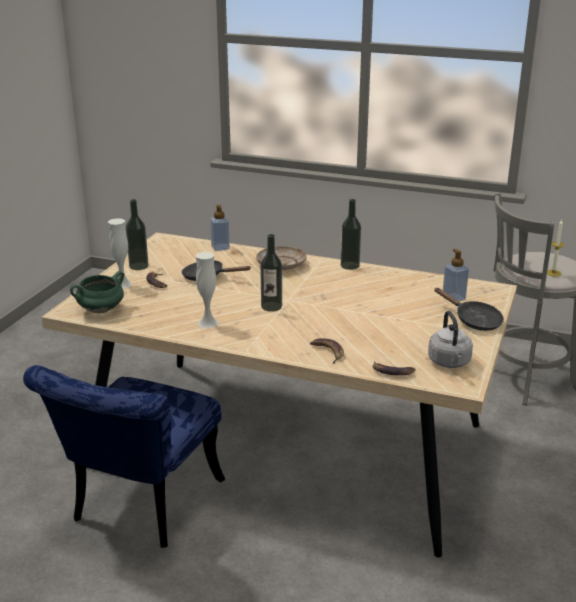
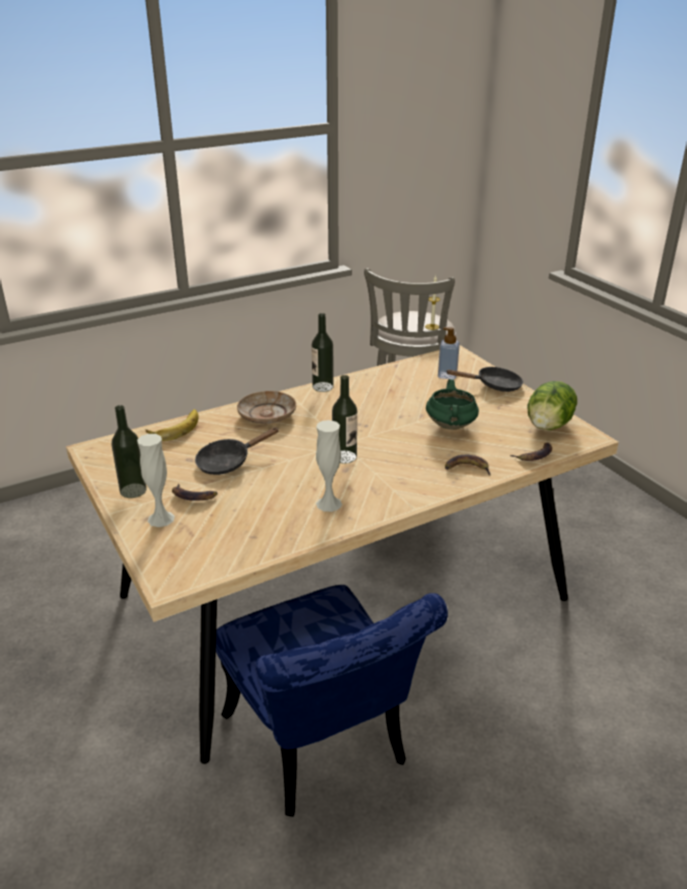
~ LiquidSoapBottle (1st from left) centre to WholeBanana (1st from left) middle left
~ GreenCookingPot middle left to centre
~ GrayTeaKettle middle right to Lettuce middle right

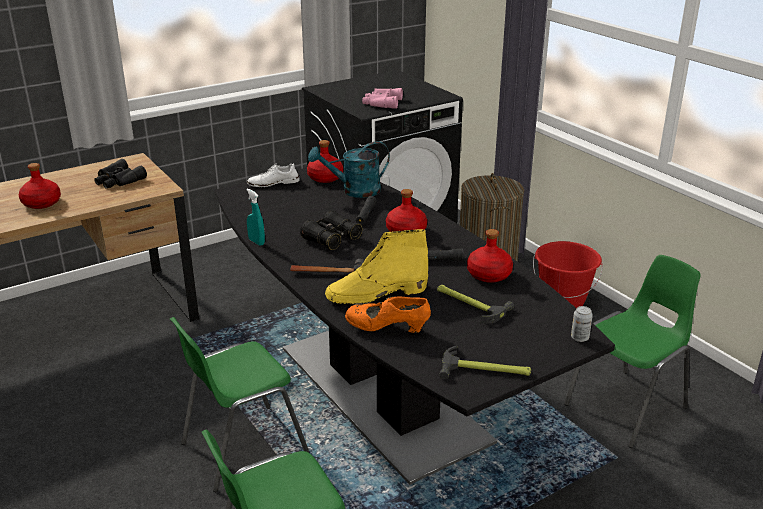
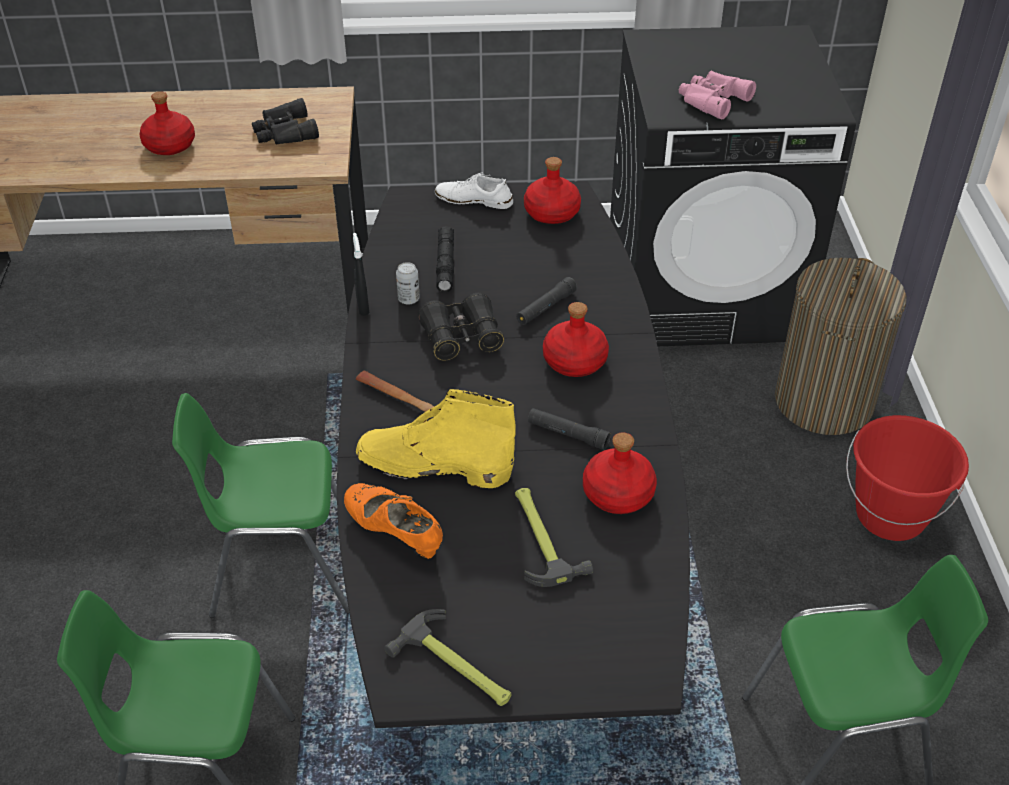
~ TurquoiseSprayBottle centre to BlackSprayBottle centre
~ SealedCan middle right to centre
+ BlackTorch (1st from left) top centre
- TurquoiseWateringCan top centre

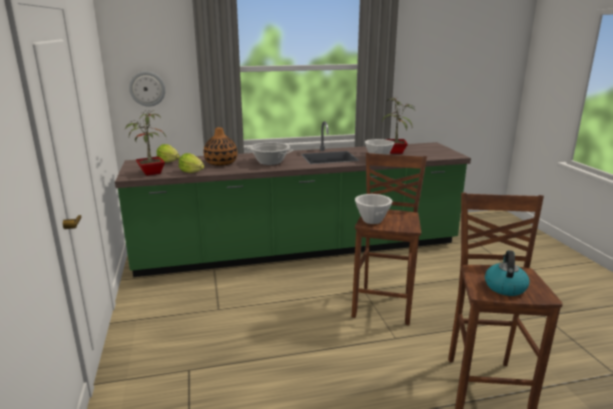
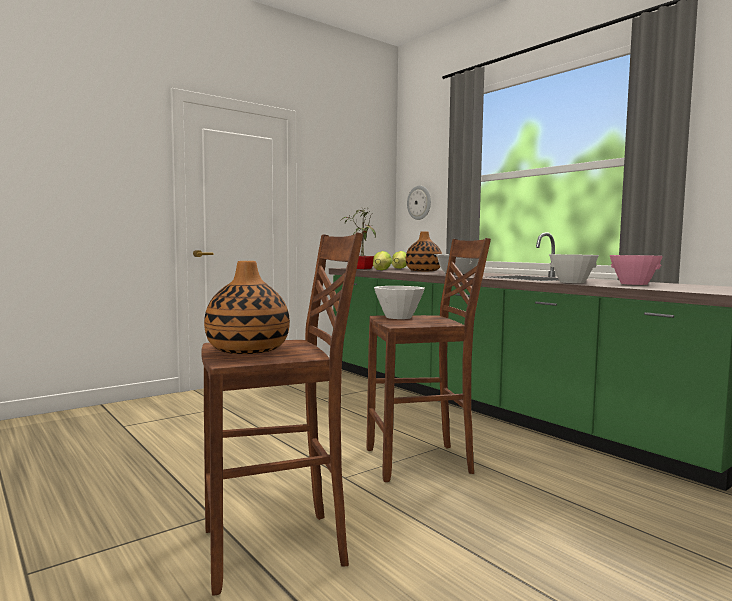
~ TeaKettle bottom right to Vase (1st from left) centre
~ PlantInAPot (2nd from left) top centre to PinkColouredDeepDish middle right

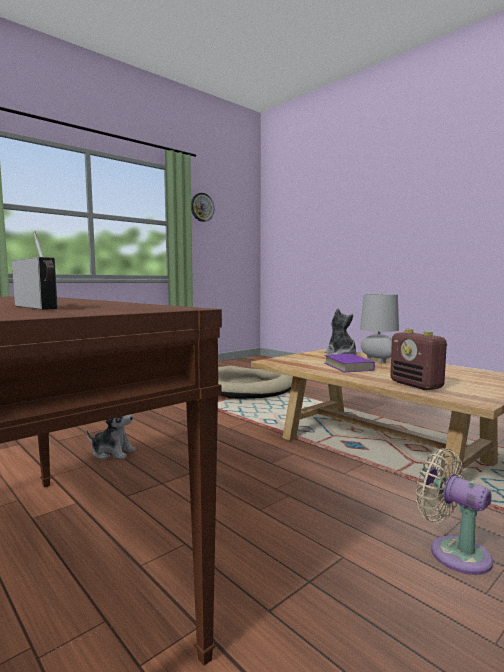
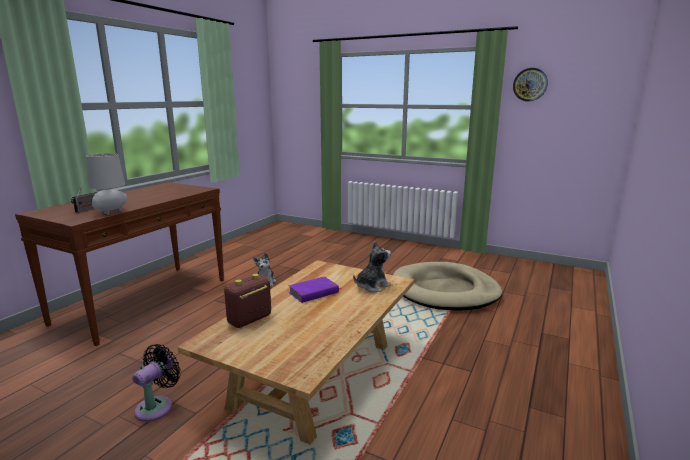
~ GrayTabletopLamp middle right to middle left
~ BeigeColouredElectricFan bottom right to BlackElectricFan bottom left

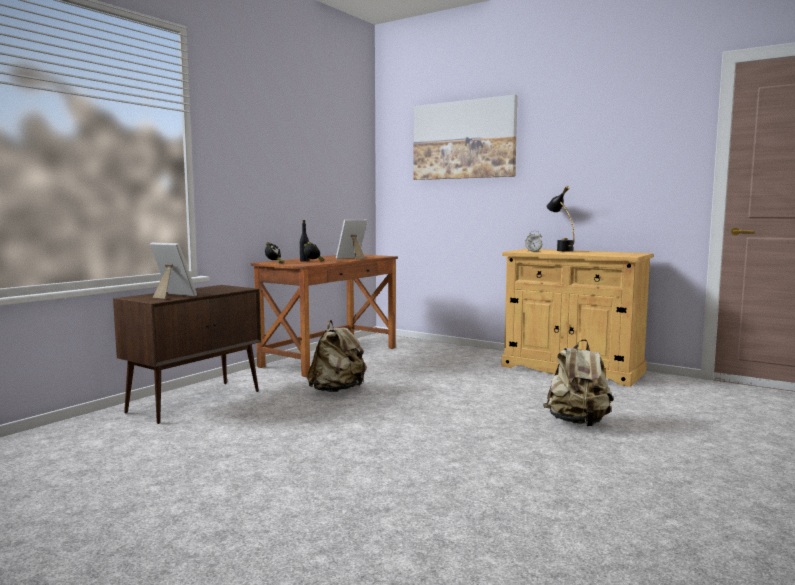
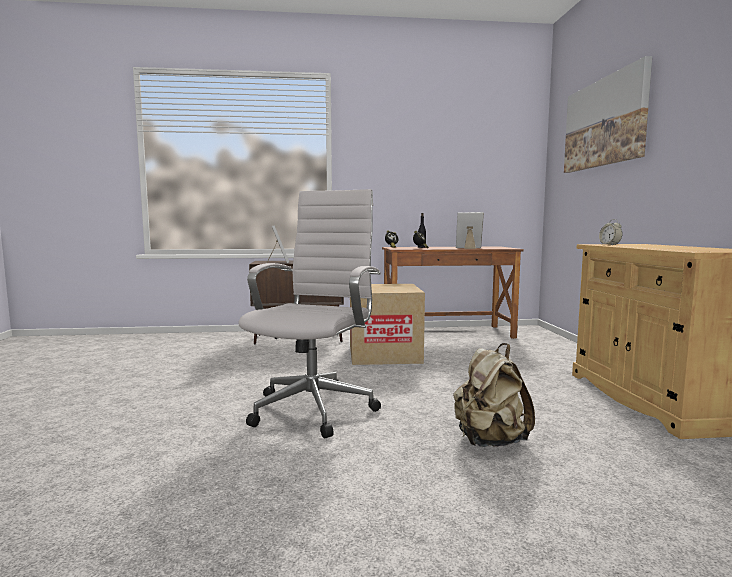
+ WhiteOfficeChair centre
~ BeigeColouredKnapsack (1st from left) centre to Carton centre
- BlackTabletopLamp middle right

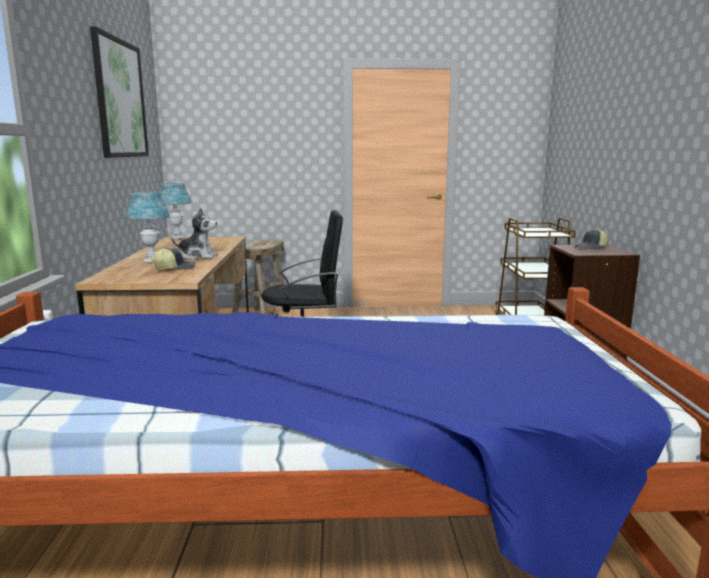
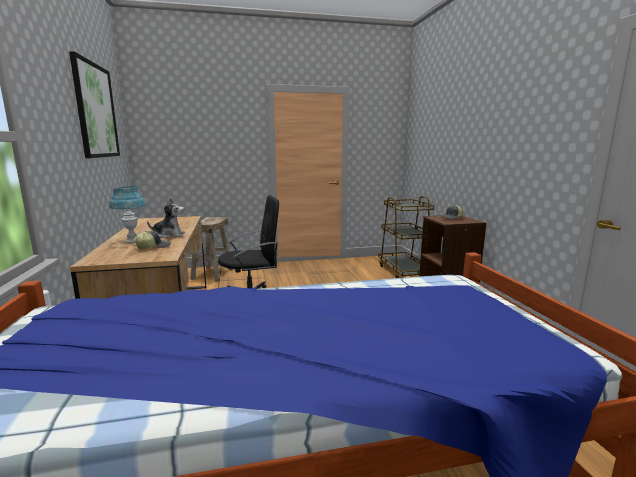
- BluishTabletopLamp (2nd from left) middle left

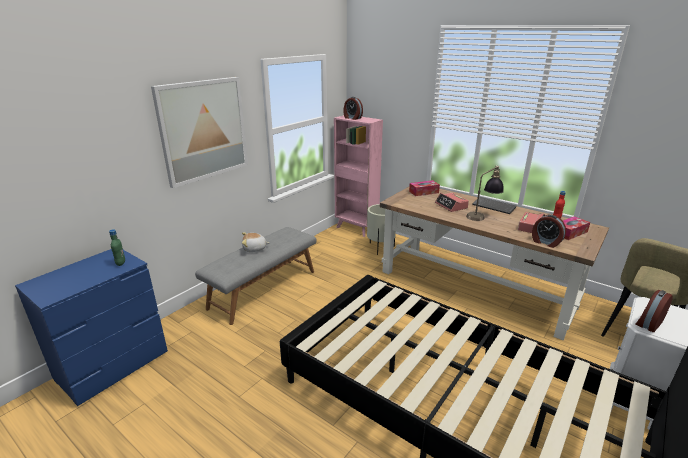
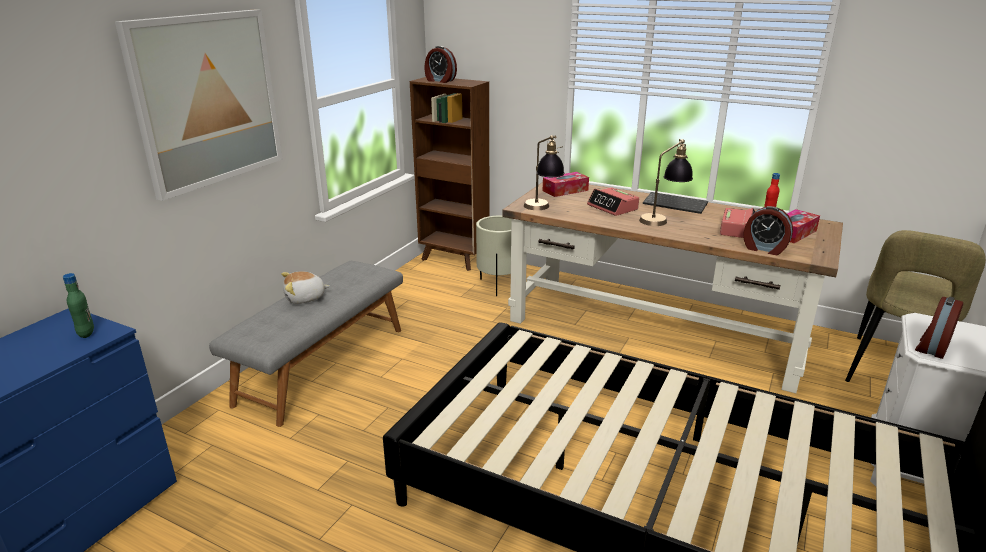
~ PinkColouredShelvingUnit centre to BrownShelvingUnit top centre
+ TabletopLamp (1st from left) top centre

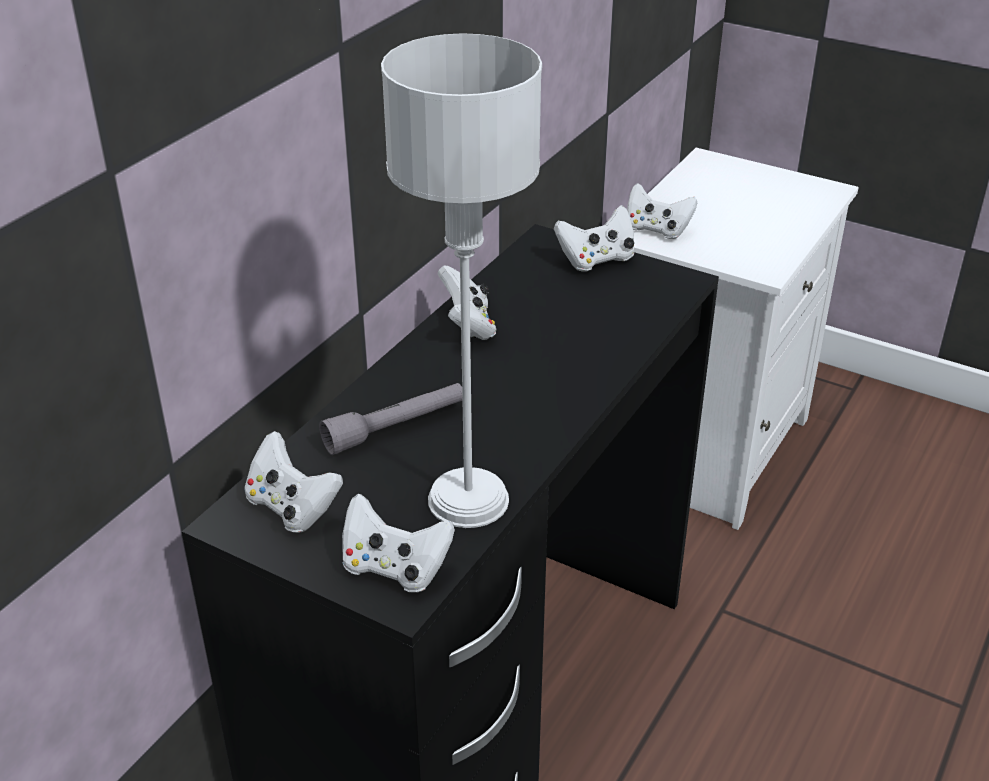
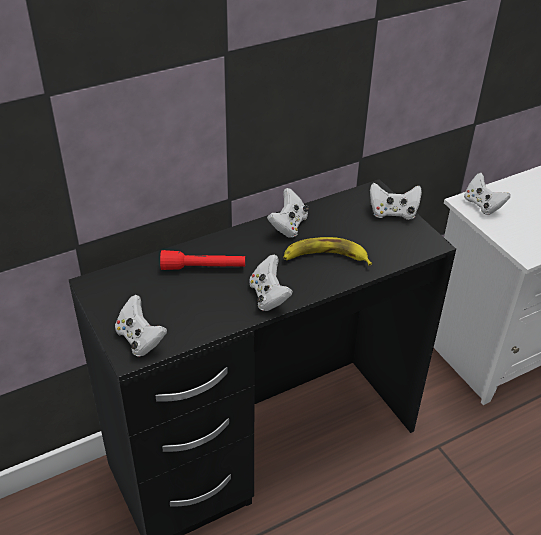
~ GrayTorch centre to RedTorch centre
~ WhiteGamepad (1st from left in the first image) middle left to WhiteGamepad (2nd from left) centre
+ WholeBanana centre
- GrayTabletopLamp centre

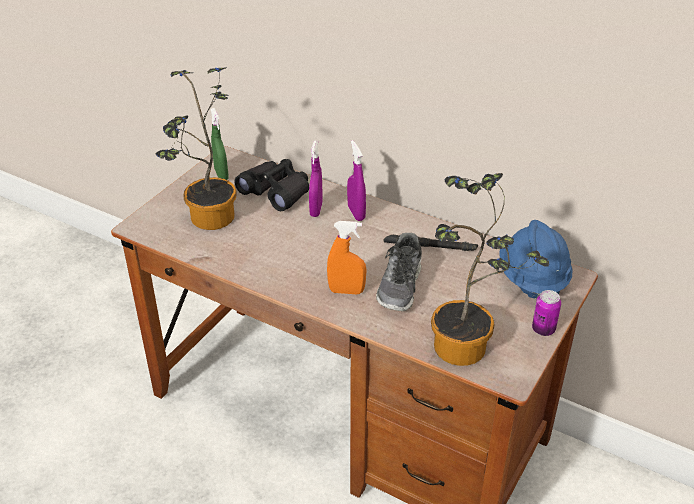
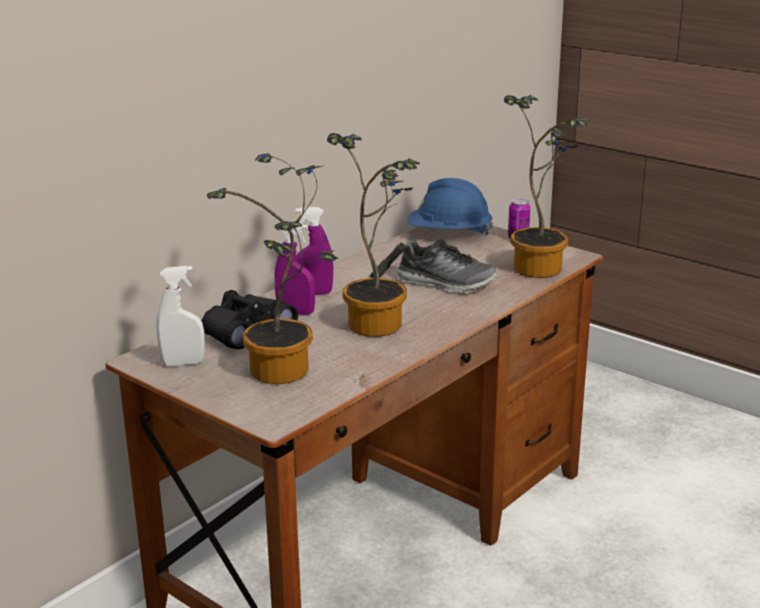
~ GreenSprayBottle top left to WhiteSprayBottle middle left
+ PlantInAPot (2nd from left) centre
- OrangeSprayBottle centre

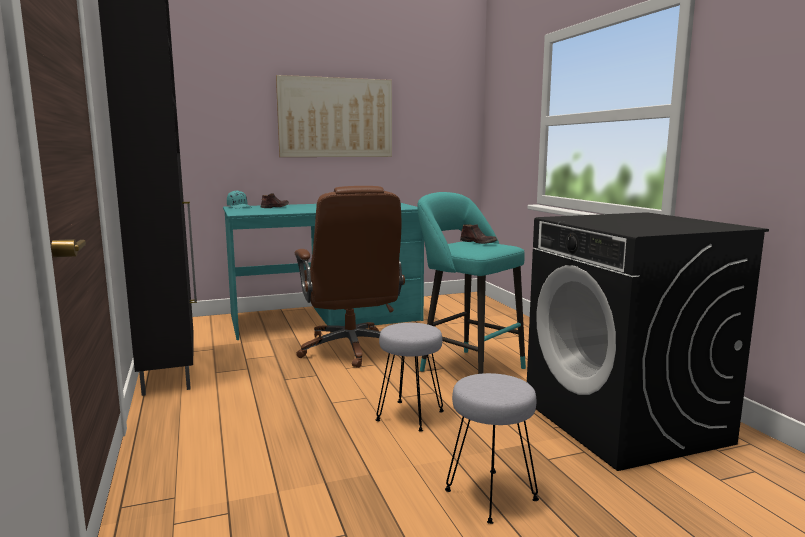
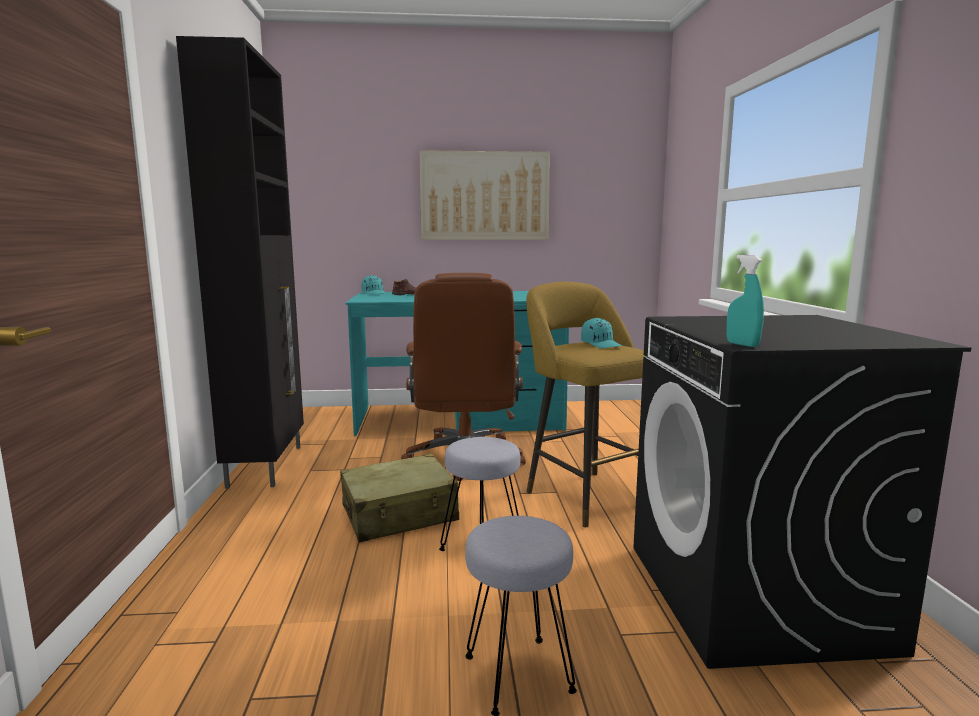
+ BeigeColouredPieceOfLuggage bottom centre
~ TurquoiseStool centre to YellowColouredStool centre
~ BrownLowShoe (2nd from left) centre to TurquoiseCap (2nd from left) centre
+ TurquoiseSprayBottle middle right

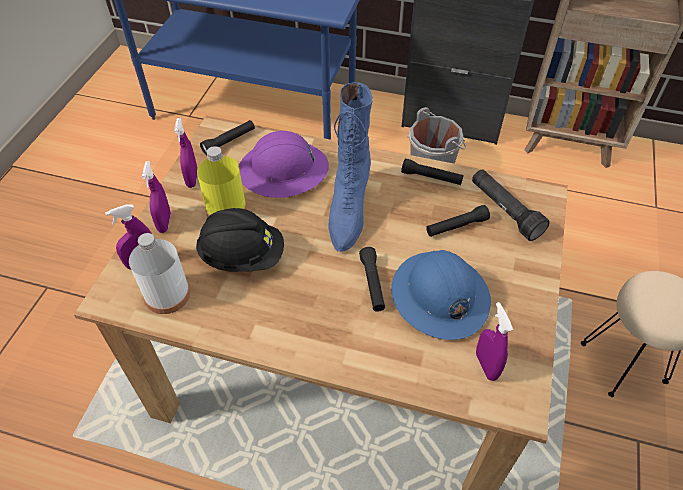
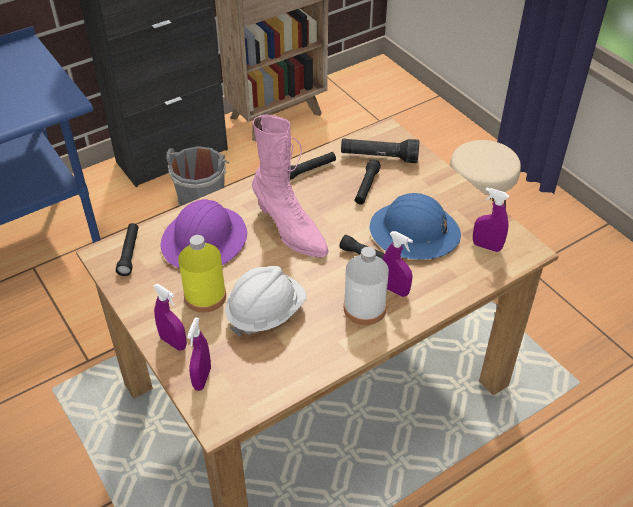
~ BlackHardHat centre to WhiteHardHat centre
~ BluishHighTopBoot centre to PinkColouredHighTopBoot centre
~ WhiteDrinkBottle middle left to centre
~ PurplishSprayBottle (3rd from left) top left to centre

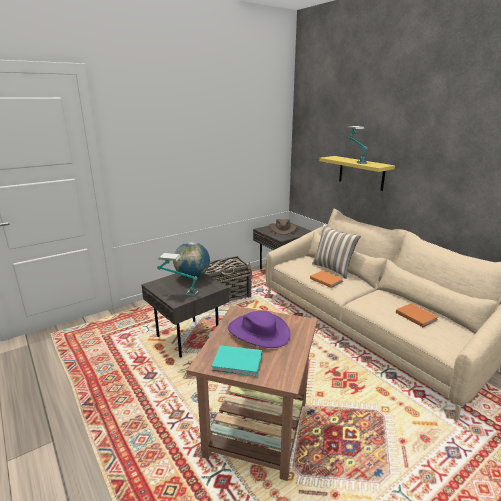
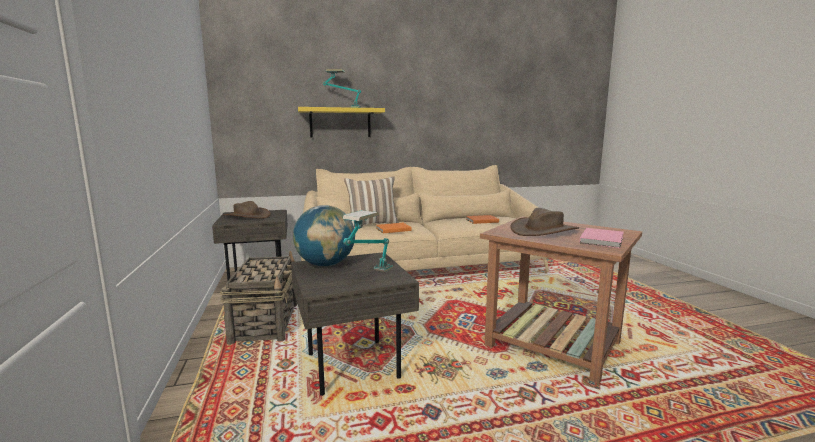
~ PurplishClothingHat centre to BrownClothingHat (2nd from left) middle right
~ TurquoiseBoundBook bottom centre to PinkColouredBoundBook middle right

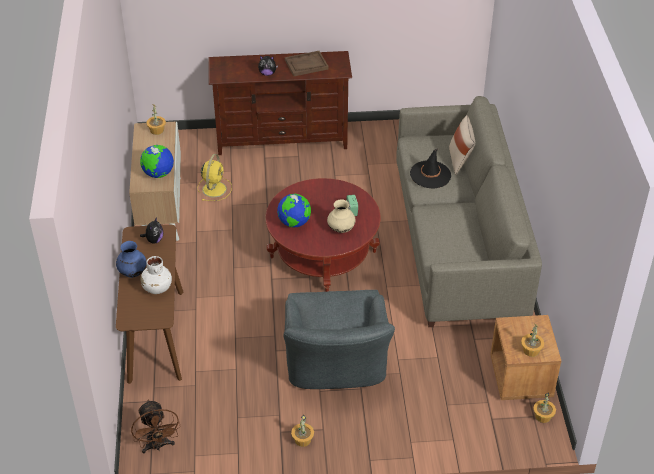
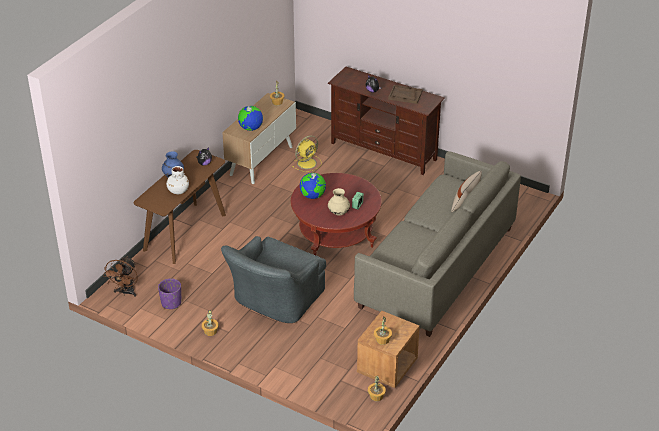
+ PurplishFlowerPot bottom left
- BlackClothingHat centre

